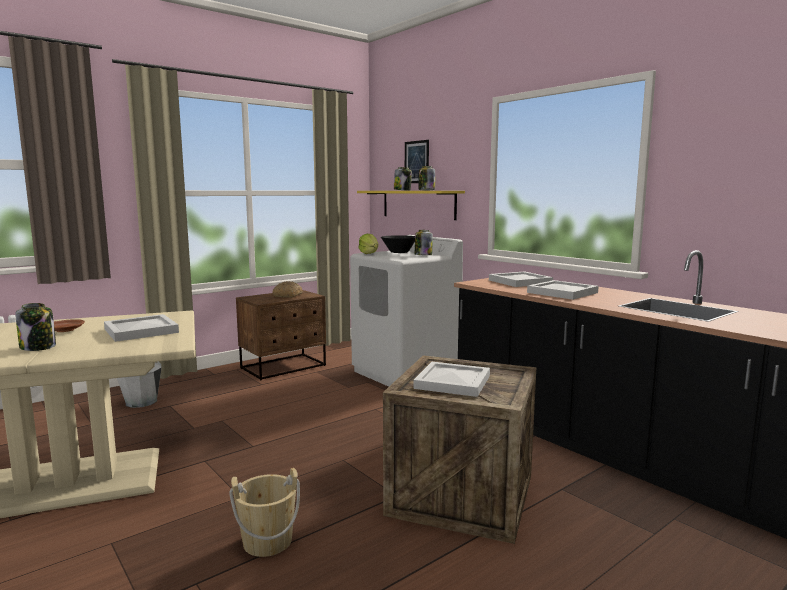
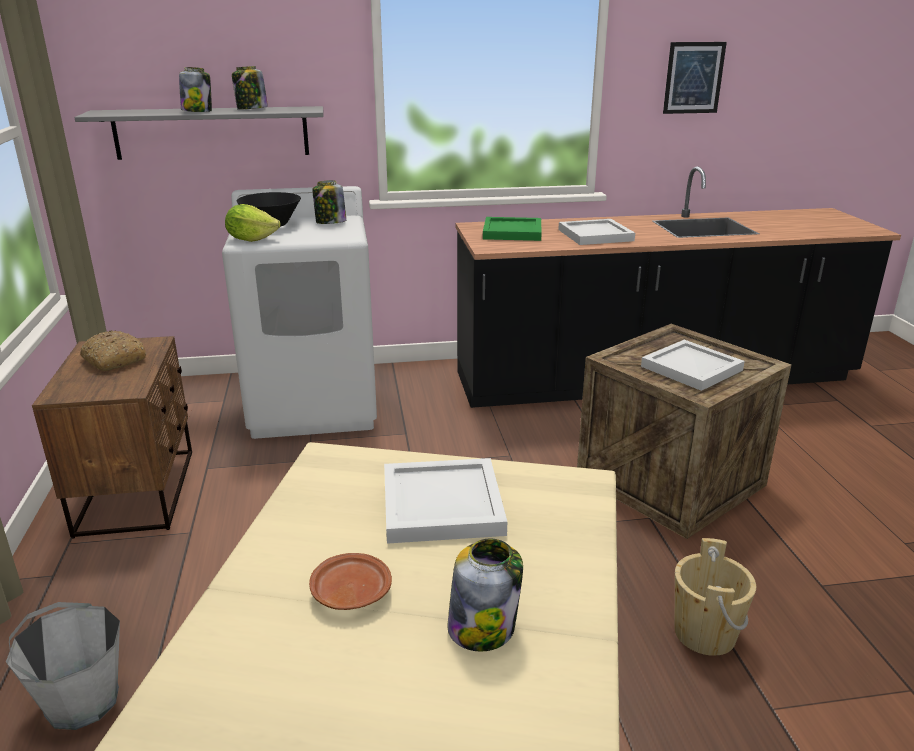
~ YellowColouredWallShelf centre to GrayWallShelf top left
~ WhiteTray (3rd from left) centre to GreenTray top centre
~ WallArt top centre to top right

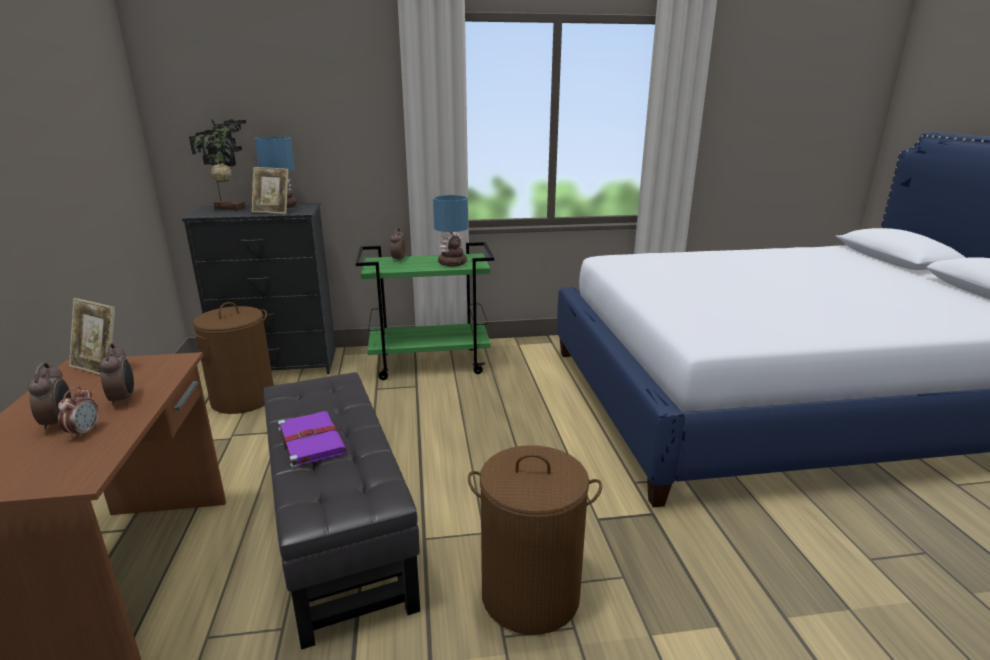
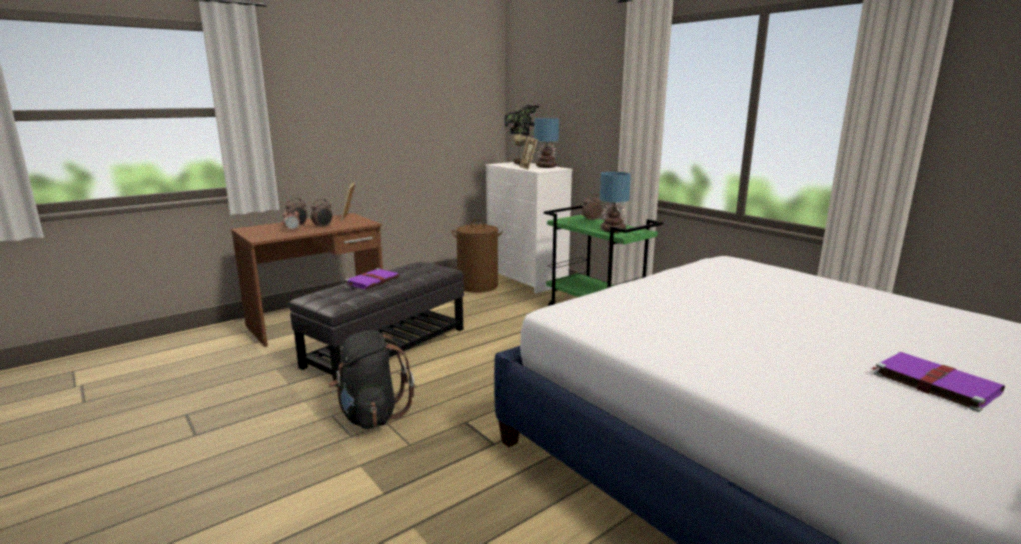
~ BrownHamper (2nd from left) bottom centre to BlackKnapsack bottom centre
~ BlackDresser middle left to WhiteDresser centre
+ PurplishBoundBook (2nd from left) bottom right

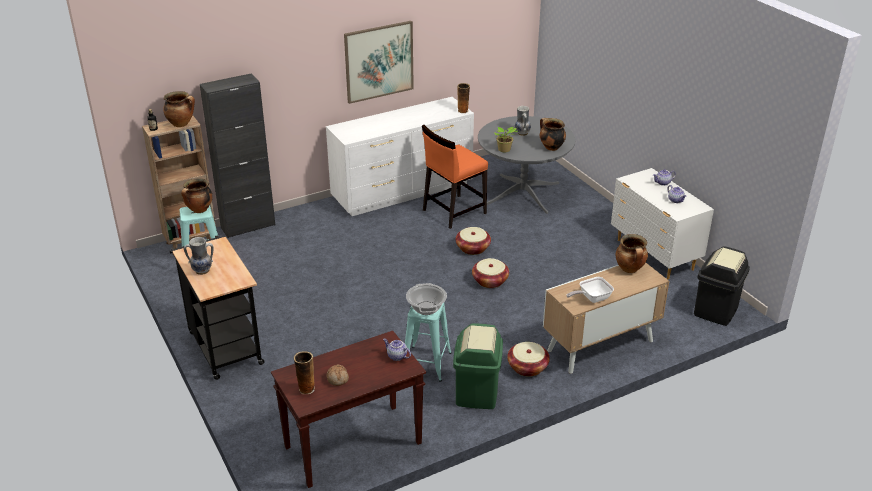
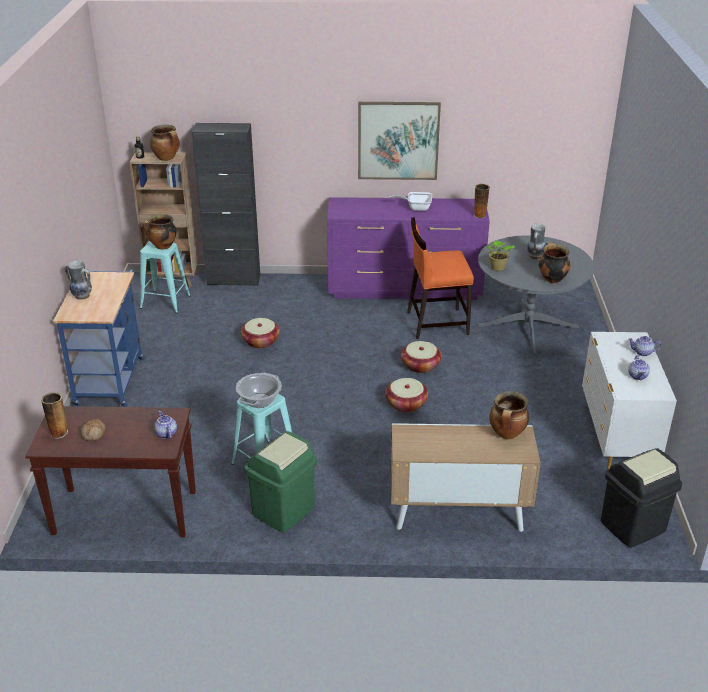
~ BlackTrolley middle left to BluishTrolley middle left
~ HouseholdBasket (3rd from left in the first image) bottom centre to HouseholdBasket (1st from left) centre
~ WhiteDresser (1st from left) top centre to PurplishDresser centre
~ Pan middle right to top centre

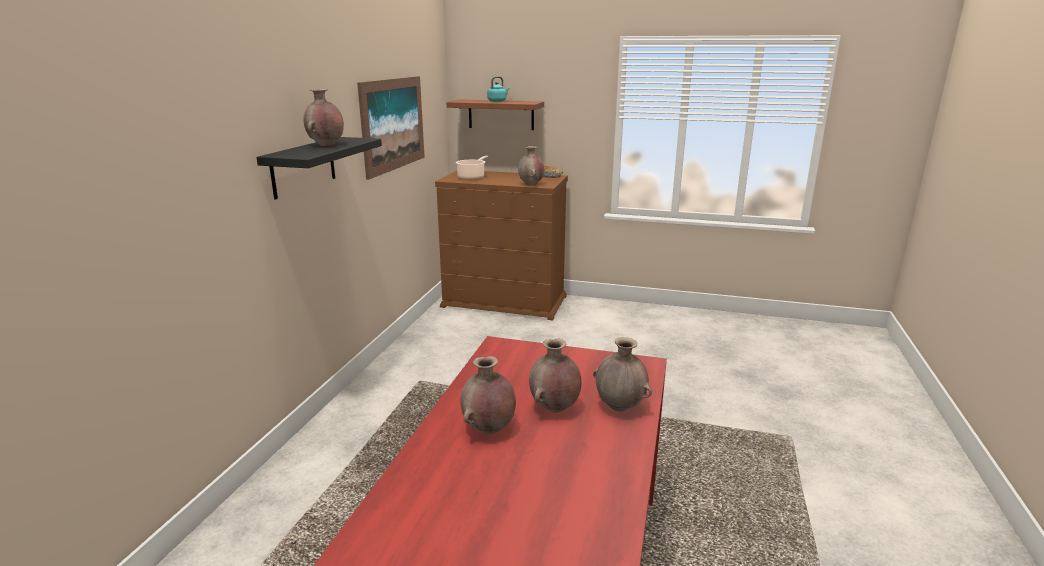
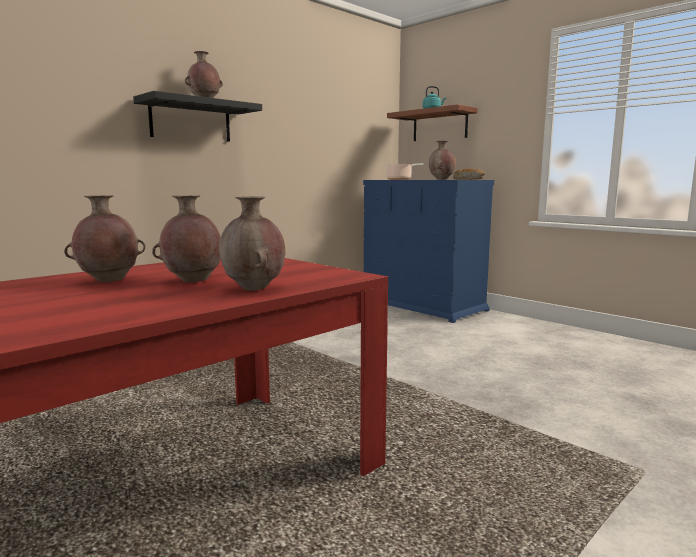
~ BrownDresser centre to BluishDresser centre
- WallArt top centre

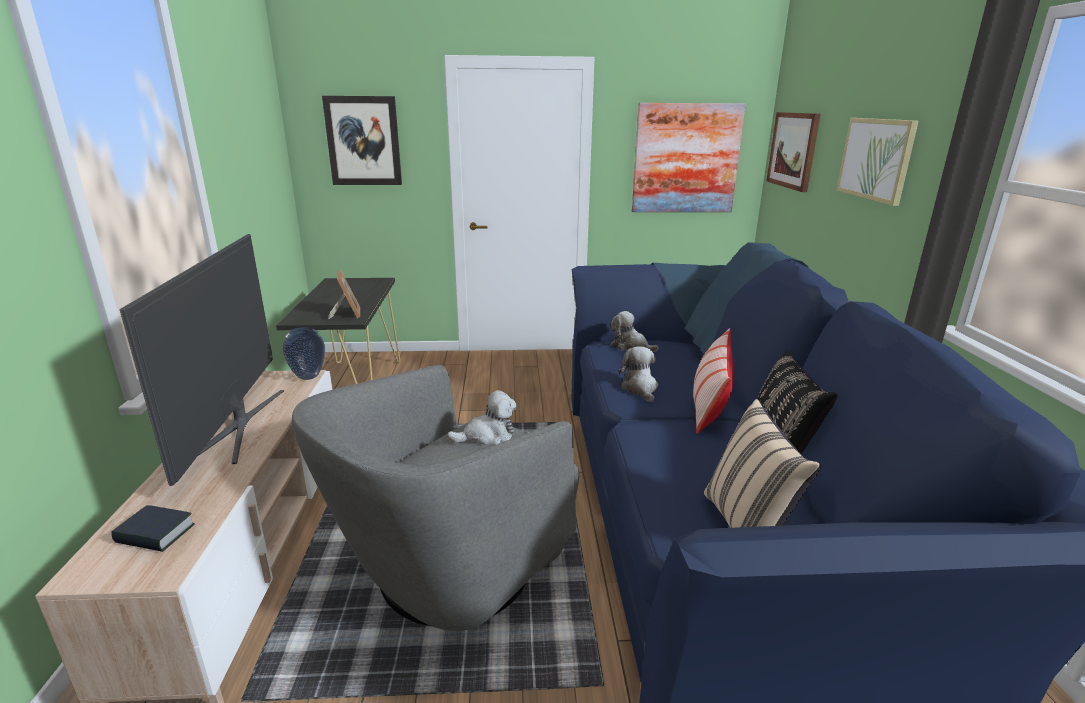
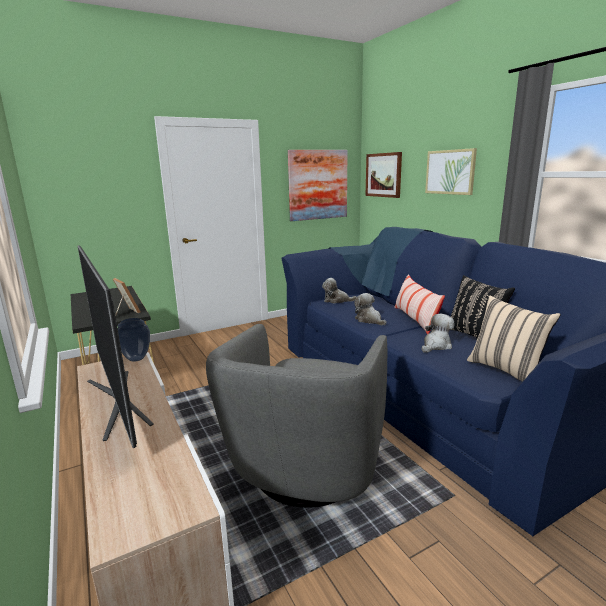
~ PlushToy (1st from left in the first image) centre to PlushToy (3rd from left) middle right
- BoundBook bottom left
- WallArt (1st from left) top centre

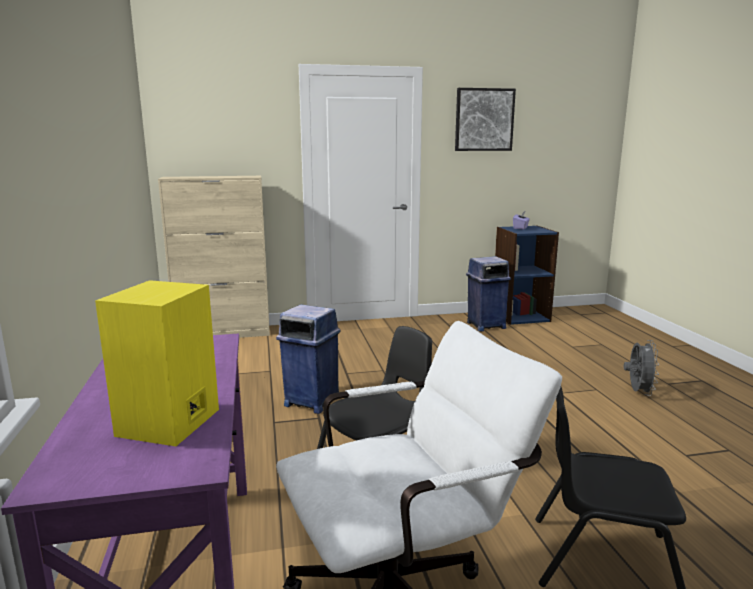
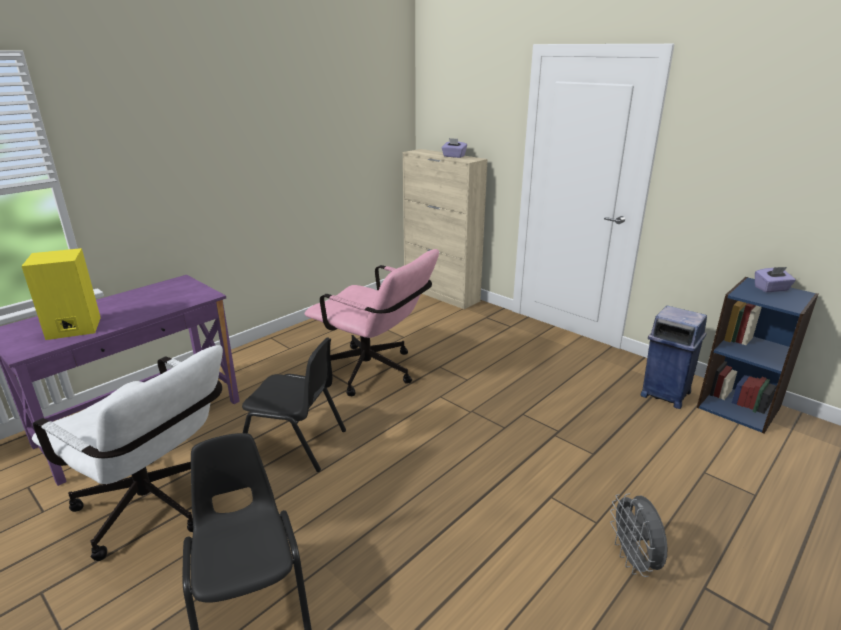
~ BluishTrashCan (1st from left) centre to PinkColouredOfficeChair centre
+ PurplishTissueHolder (1st from left) top centre
~ GrayElectricFan middle right = bottom right 105 degrees clockwise
- WallArt top centre

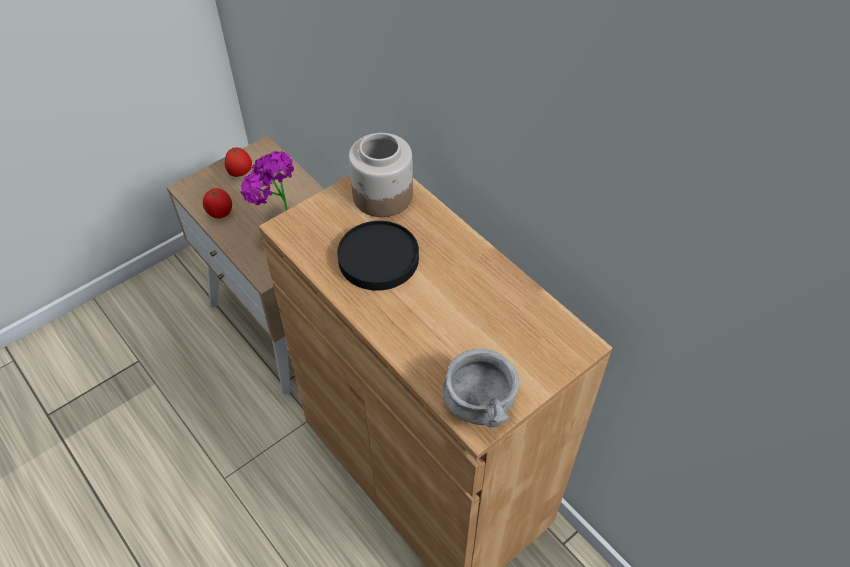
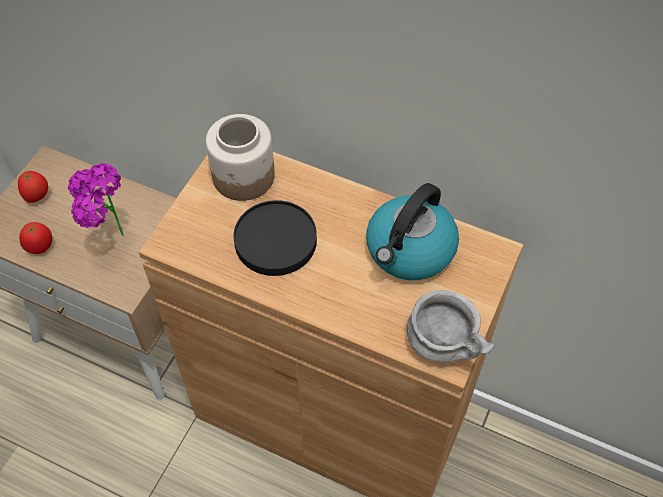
+ TeaKettle centre

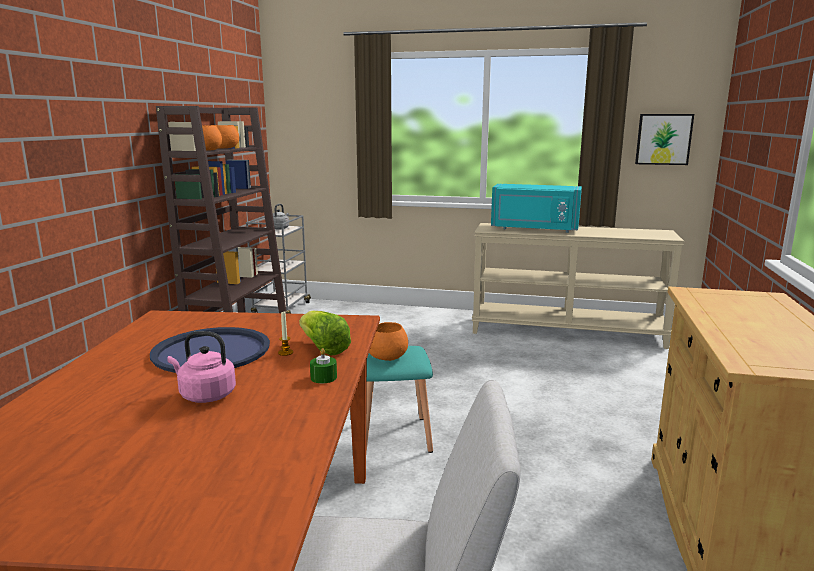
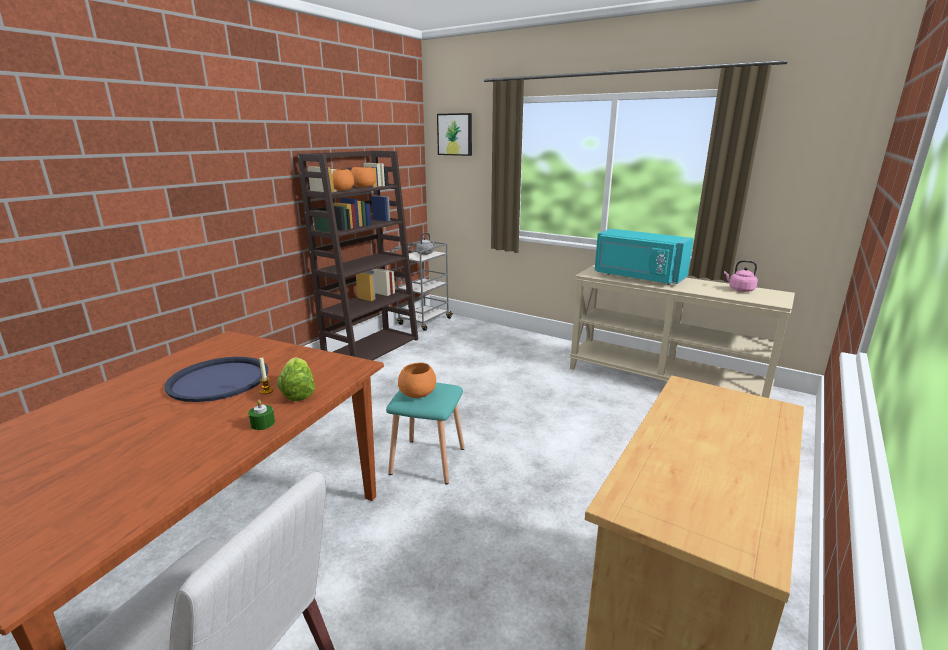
~ WallArt top right to top centre
~ PinkColouredTeaKettle middle left to middle right

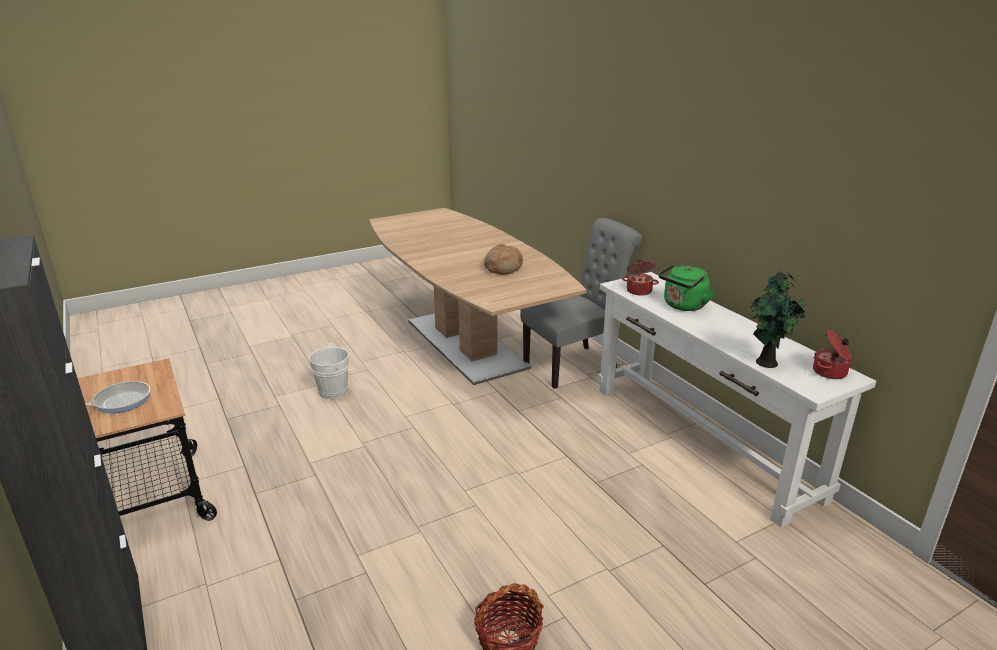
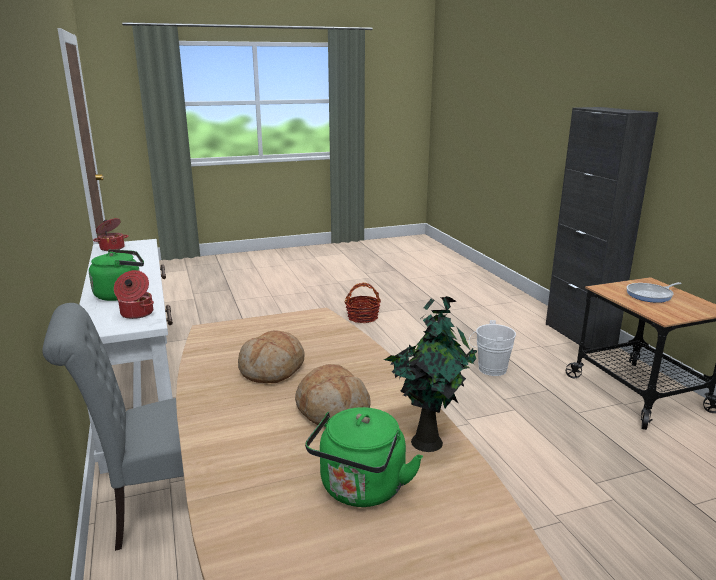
+ Bread (2nd from left) bottom centre
+ GreenTeaKettle (2nd from left) bottom centre
~ PlantInAPot middle right to centre
~ WhitePail centre to middle right

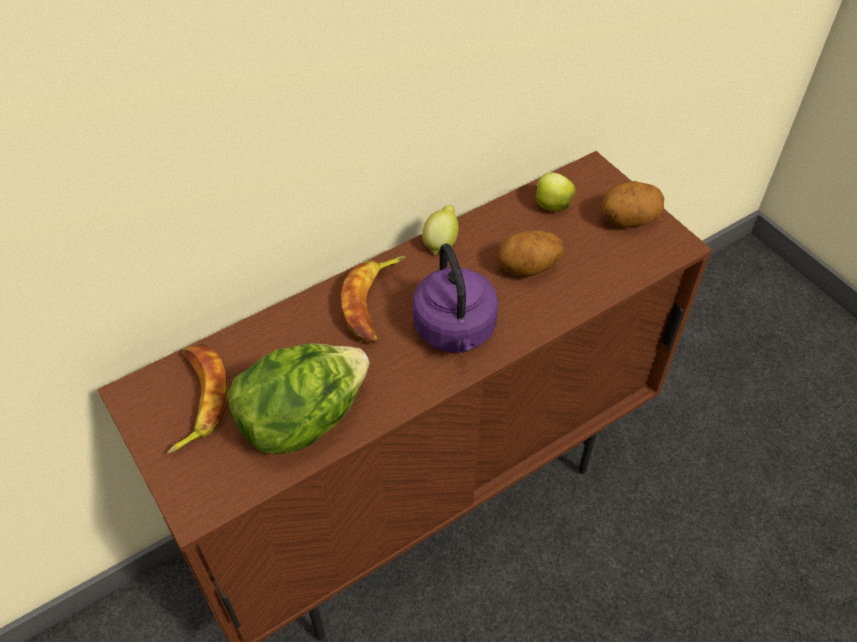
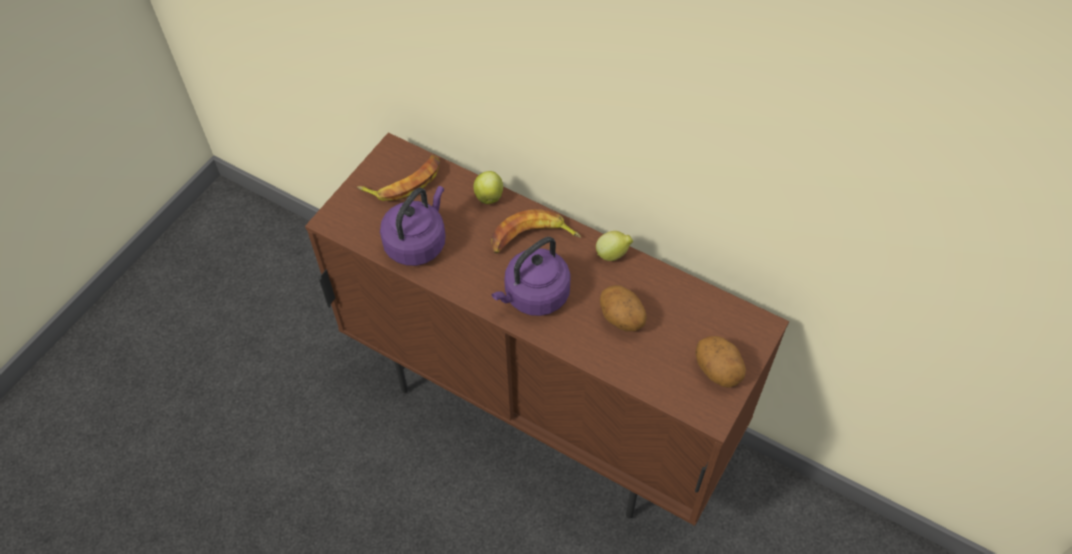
~ Lettuce centre to PurplishTeaKettle (1st from left) centre
~ WholeApple top centre to centre

